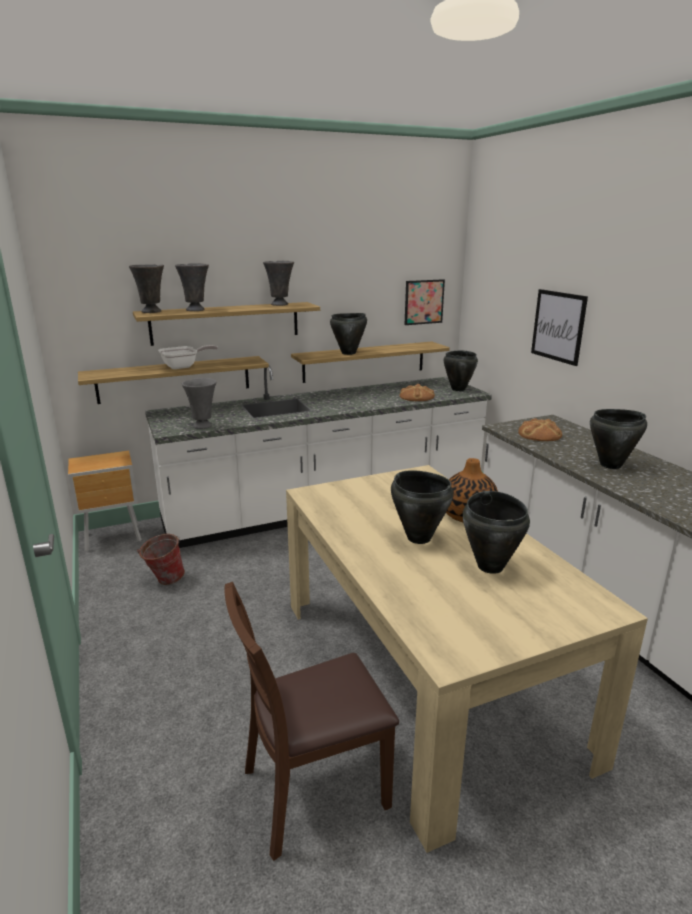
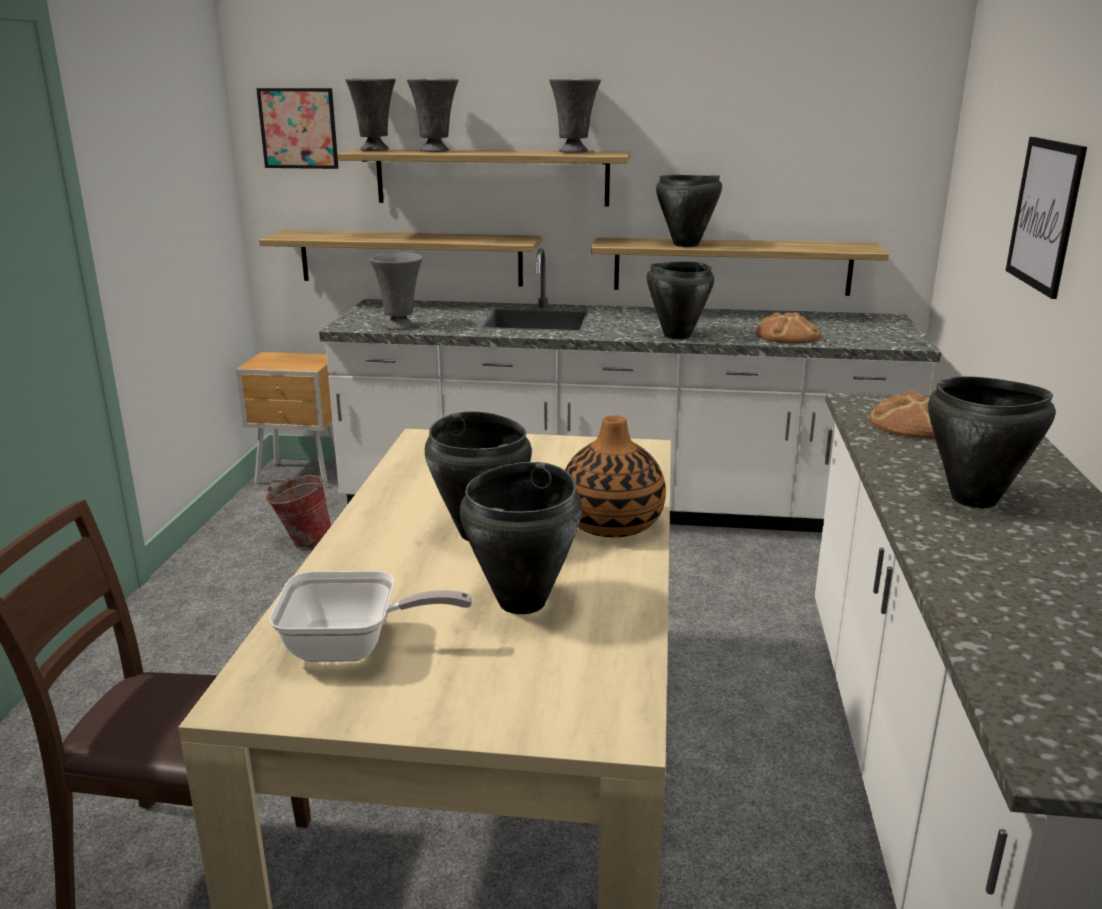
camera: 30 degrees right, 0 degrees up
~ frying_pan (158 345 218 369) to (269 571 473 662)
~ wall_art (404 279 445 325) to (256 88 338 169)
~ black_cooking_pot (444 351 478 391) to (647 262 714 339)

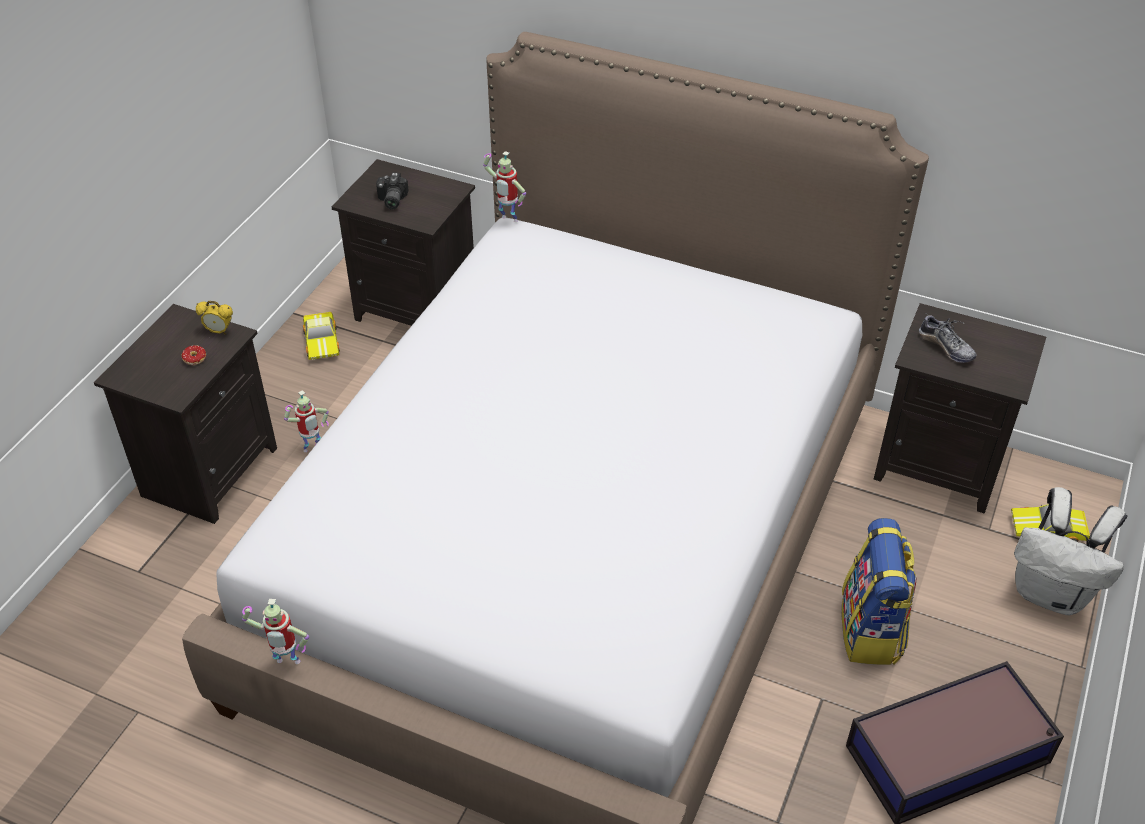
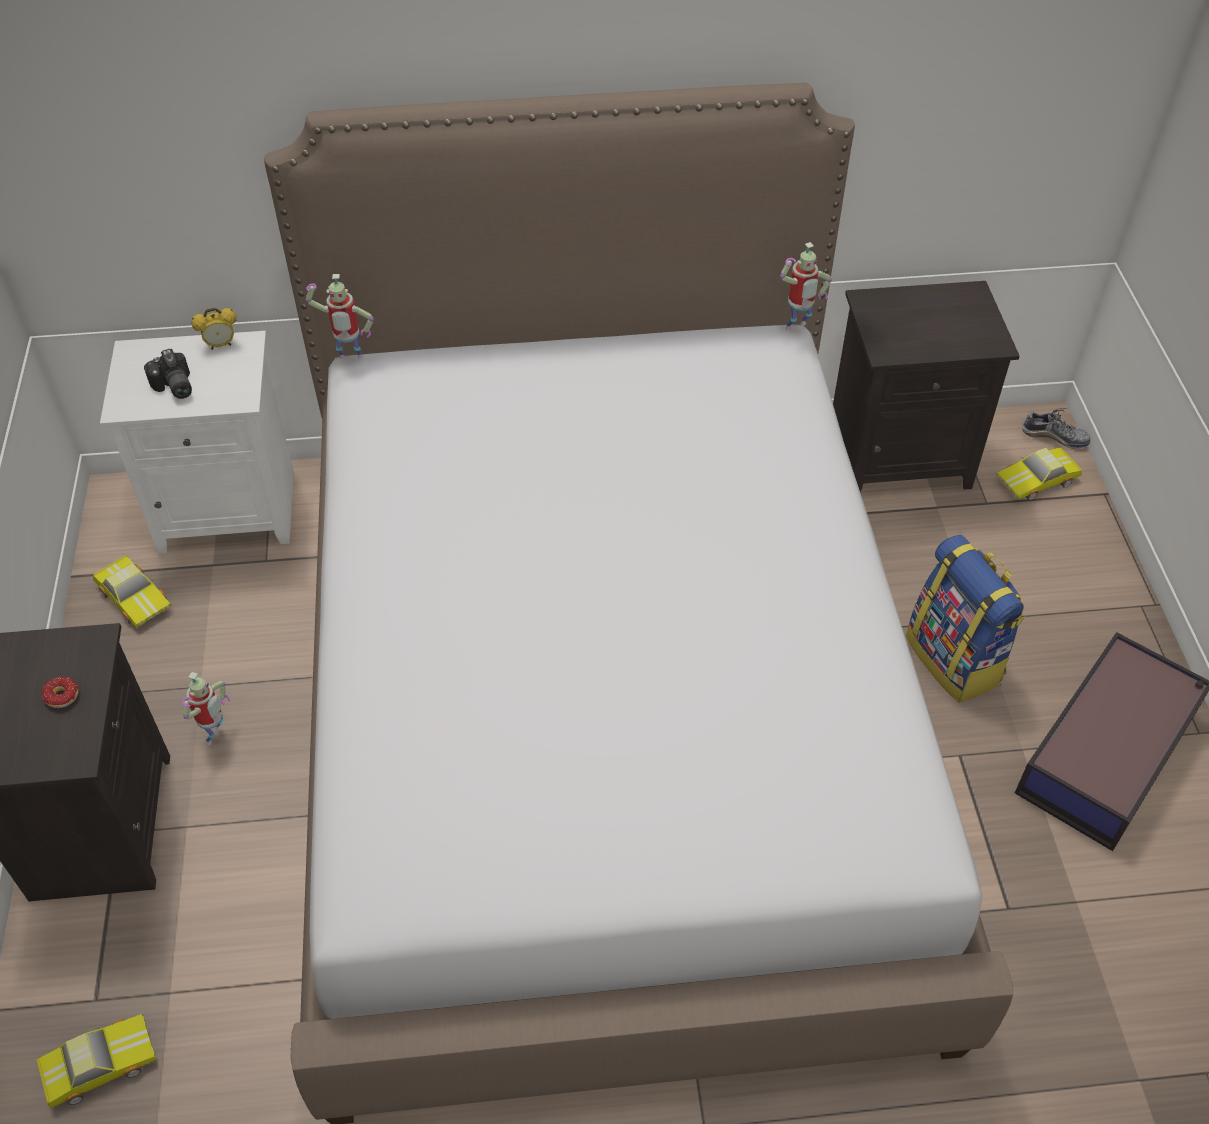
camera: 30 degrees left, 5 degrees up
- white-coloured_backpack (1014 487 1128 615)
+ miniature_car (37 1014 156 1108)
~ bedside_clock (196 301 233 335) to (191 308 237 350)
~ robot_figure (242 599 309 664) to (780 242 832 330)
~ item_of_footwear (919 314 976 363) to (1022 408 1090 449)
~ black_night_table (332 159 475 326) to white-coloured_night_table (100 331 294 554)

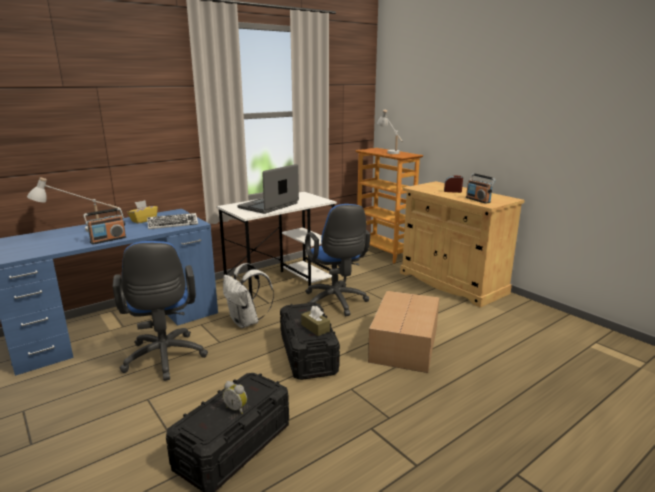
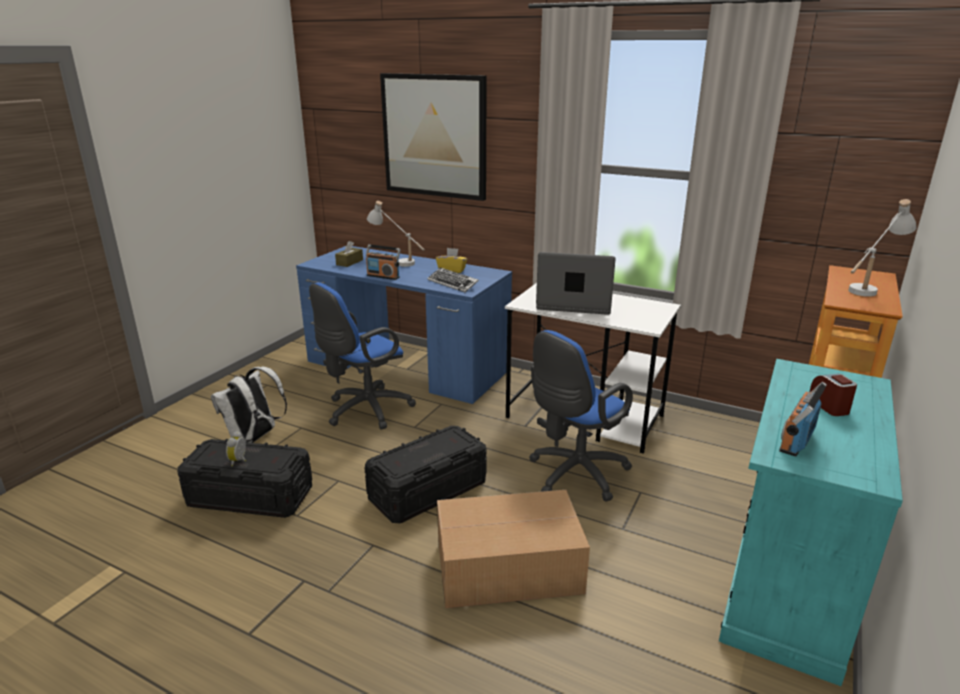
camera: 65 degrees right, 5 degrees up
+ wall_art (380 73 487 201)
~ white-coloured_backpack (223 263 274 328) to (211 367 287 443)
~ brown-coloured_tissue_box (301 306 330 336) to (335 241 363 267)
~ beige_cupboard (400 181 525 307) to blue-green_cupboard (719 359 903 686)

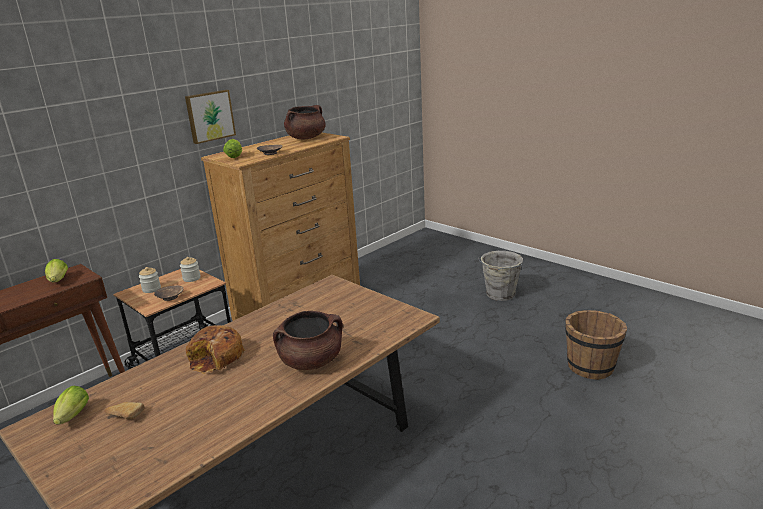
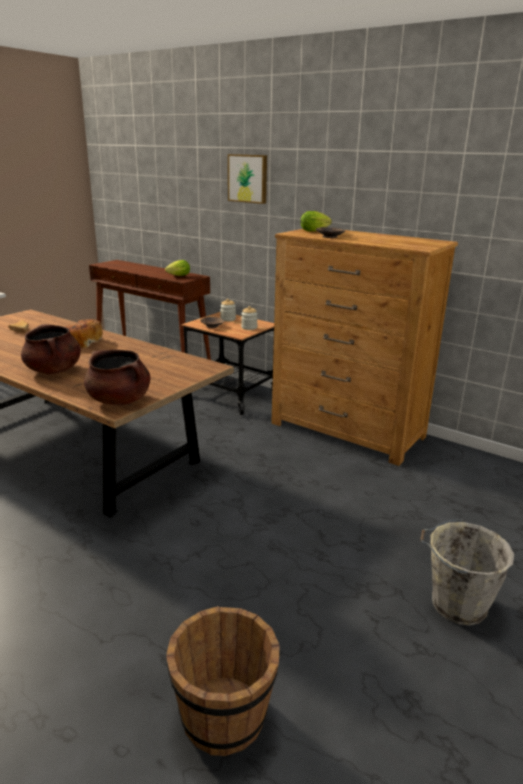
camera: 80 degrees right, 0 degrees up
- lettuce (53 386 89 424)
~ wall_art (185 90 236 144) to (228 154 267 204)
~ brown-coloured_cooking_pot (284 105 325 139) to (84 350 150 405)

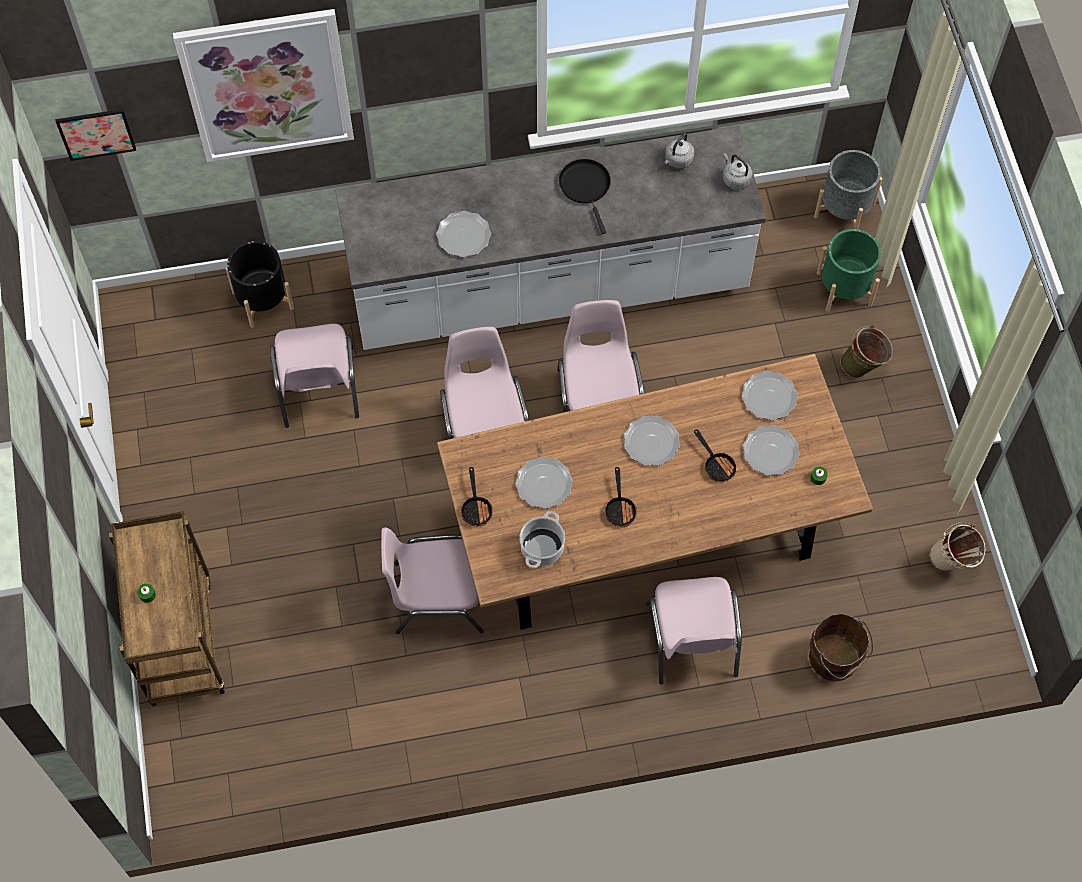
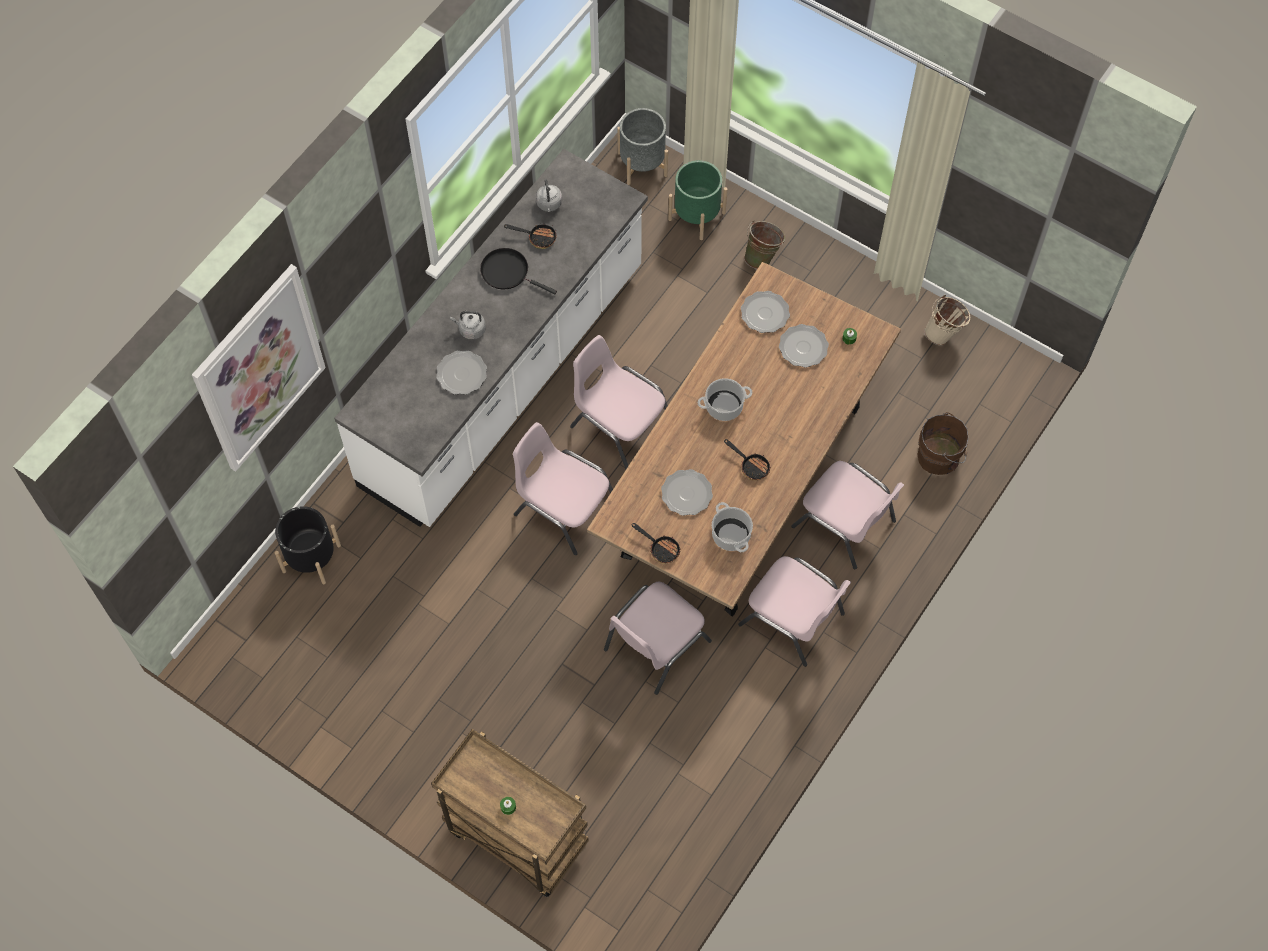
camera: 45 degrees left, 0 degrees up
- wall_art (55 109 136 161)
~ pink_plain_chair (270 324 359 428) to (738 556 851 667)
~ frying_pan (694 429 736 482) to (504 223 557 249)
~ gray_water_kettle (723 153 752 190) to (450 311 486 340)
~ flat_dish (624 416 680 466) to cooking_pot (698 378 752 421)

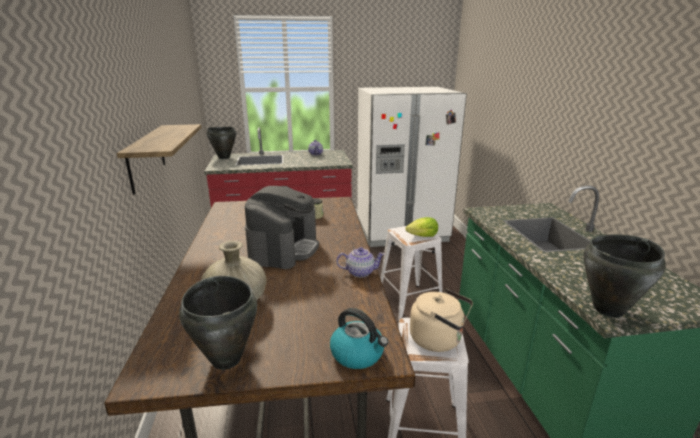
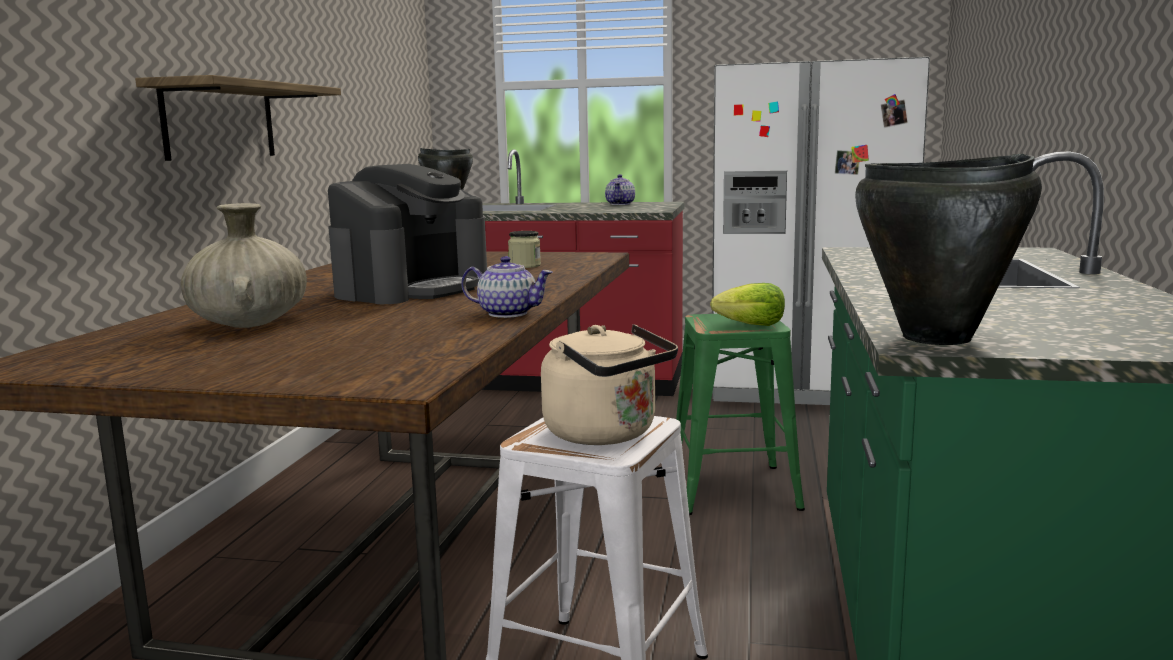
camera: 20 degrees right, 10 degrees down
- black_cooking_pot (179 276 257 370)
- water_kettle (330 308 388 369)
~ white-coloured_sitting_stool (380 226 443 322) to green_sitting_stool (676 314 805 515)

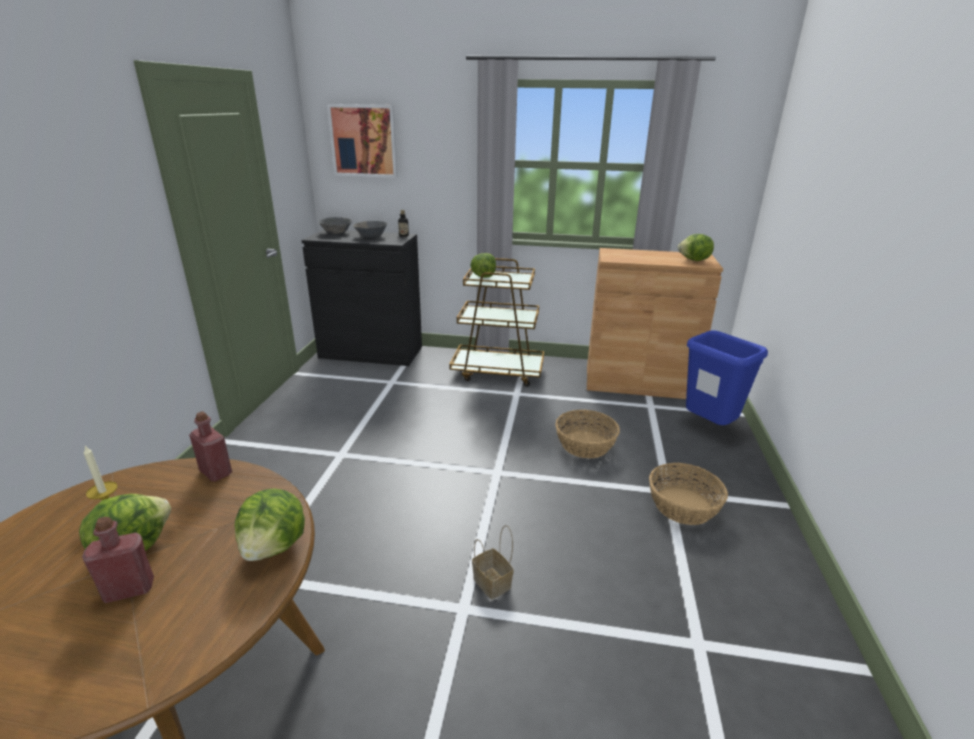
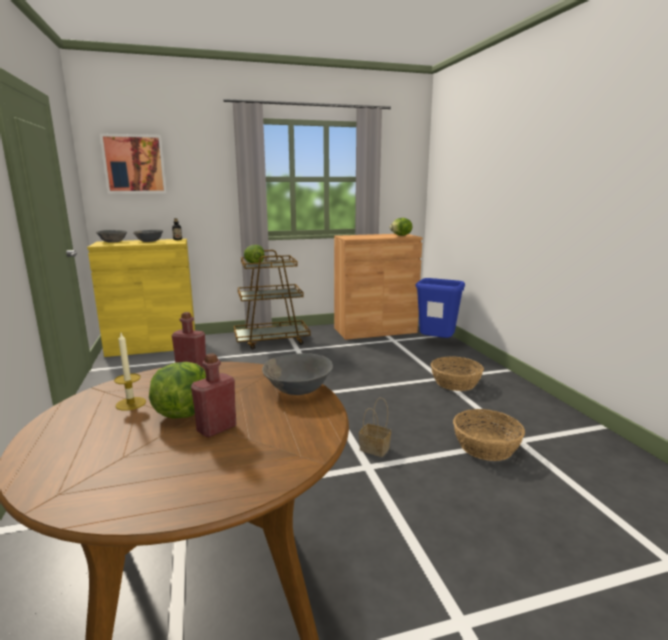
camera: 25 degrees left, 10 degrees down
~ household_basket (556 410 620 458) to (453 409 525 461)
~ lettuce (235 488 305 561) to gray_bowl (262 353 333 395)
~ black_cupboard (302 230 422 366) to yellowish_cupboard (87 239 195 357)

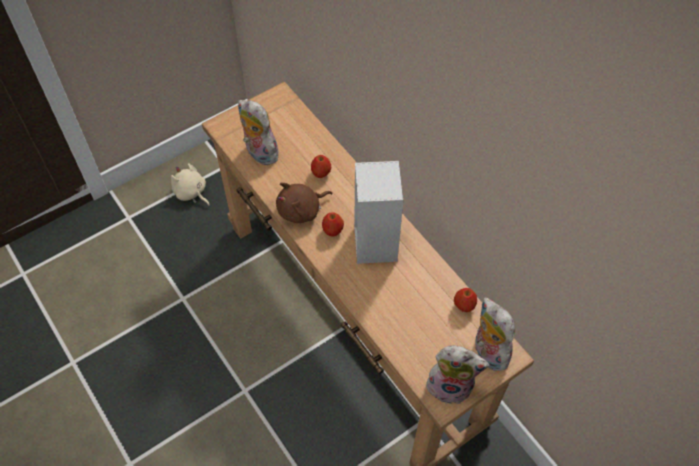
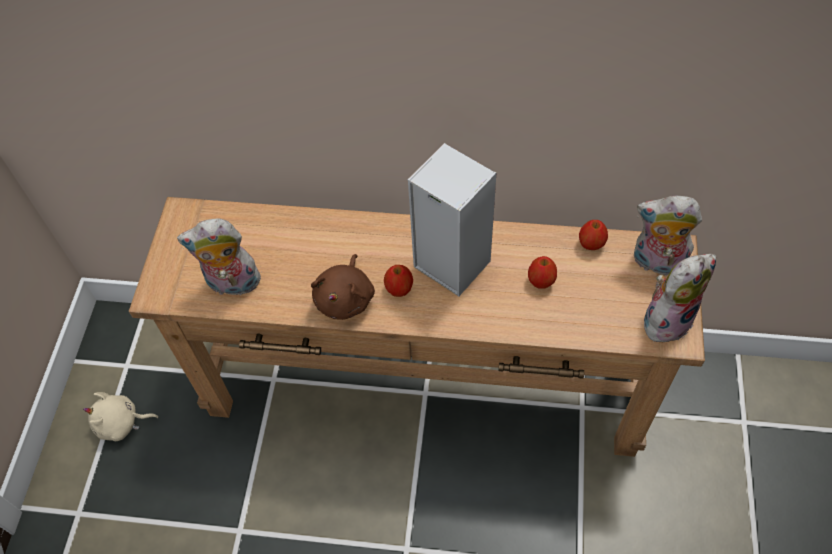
camera: 45 degrees left, 0 degrees up
~ apple_fruit (311 155 331 178) to (528 256 557 288)

